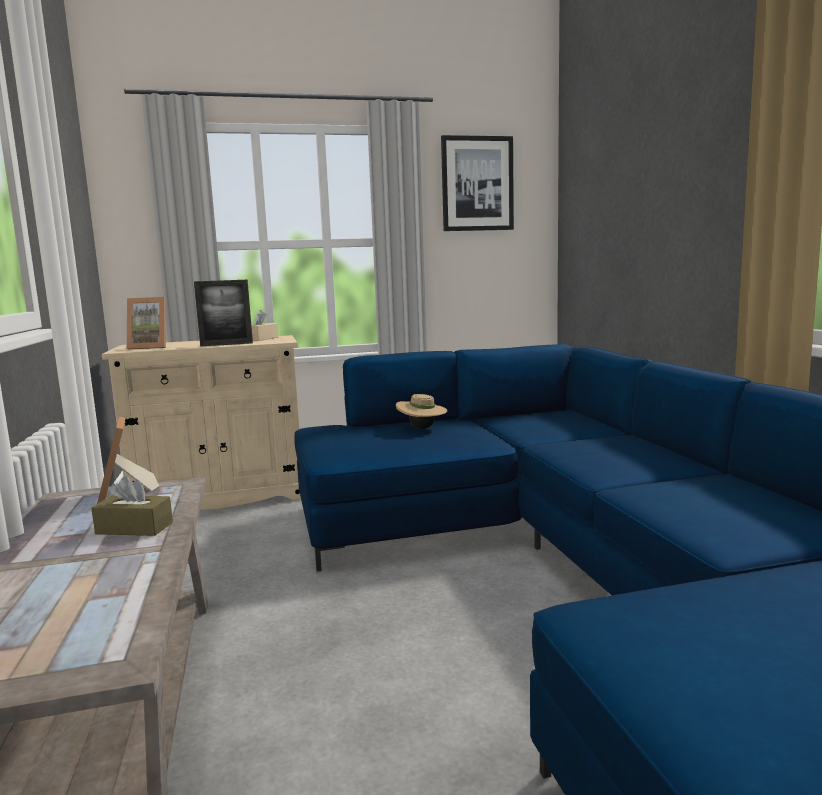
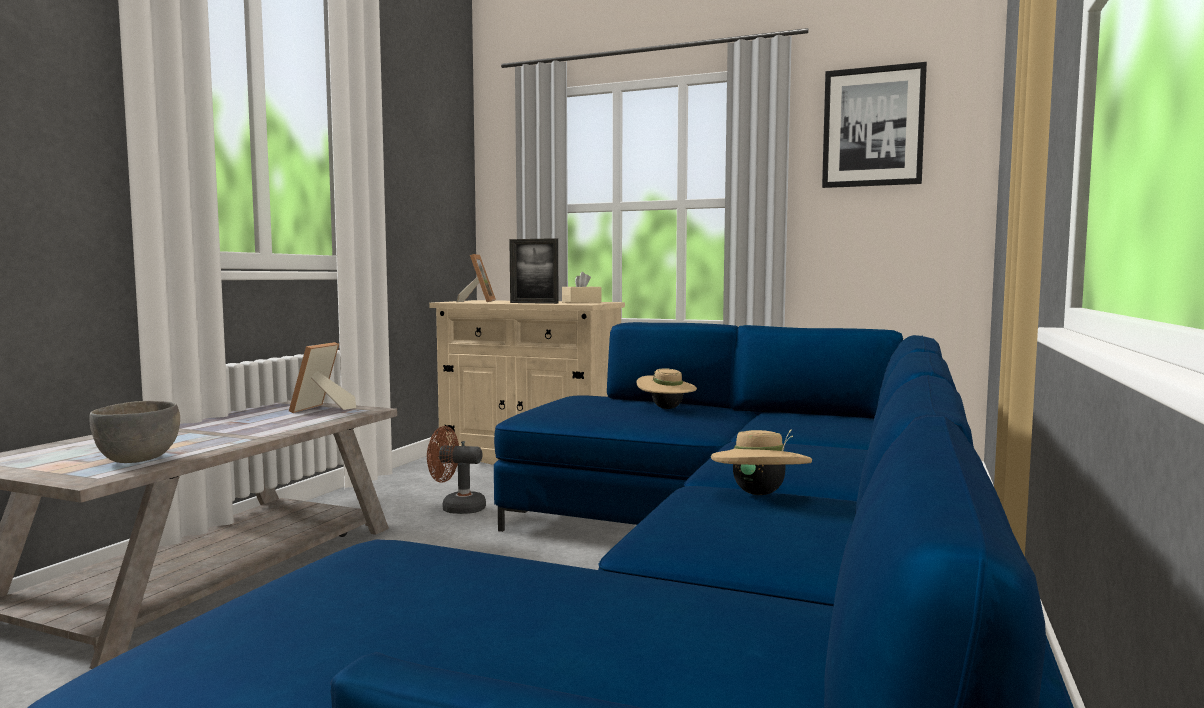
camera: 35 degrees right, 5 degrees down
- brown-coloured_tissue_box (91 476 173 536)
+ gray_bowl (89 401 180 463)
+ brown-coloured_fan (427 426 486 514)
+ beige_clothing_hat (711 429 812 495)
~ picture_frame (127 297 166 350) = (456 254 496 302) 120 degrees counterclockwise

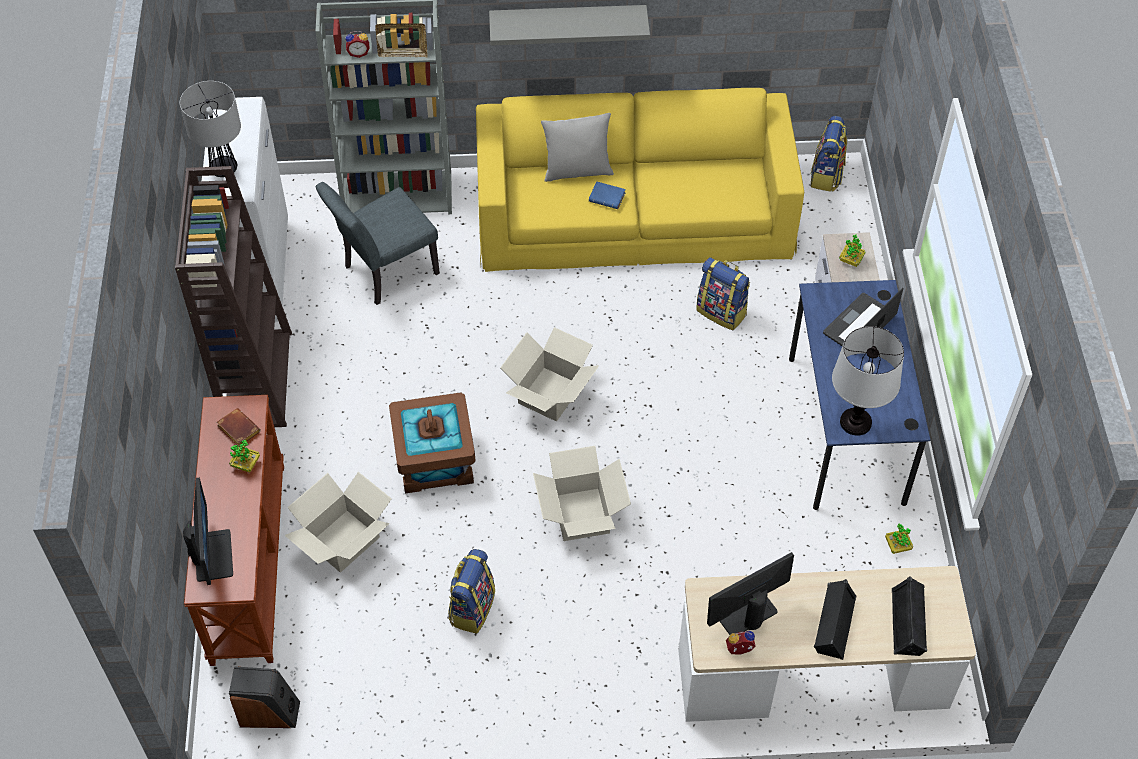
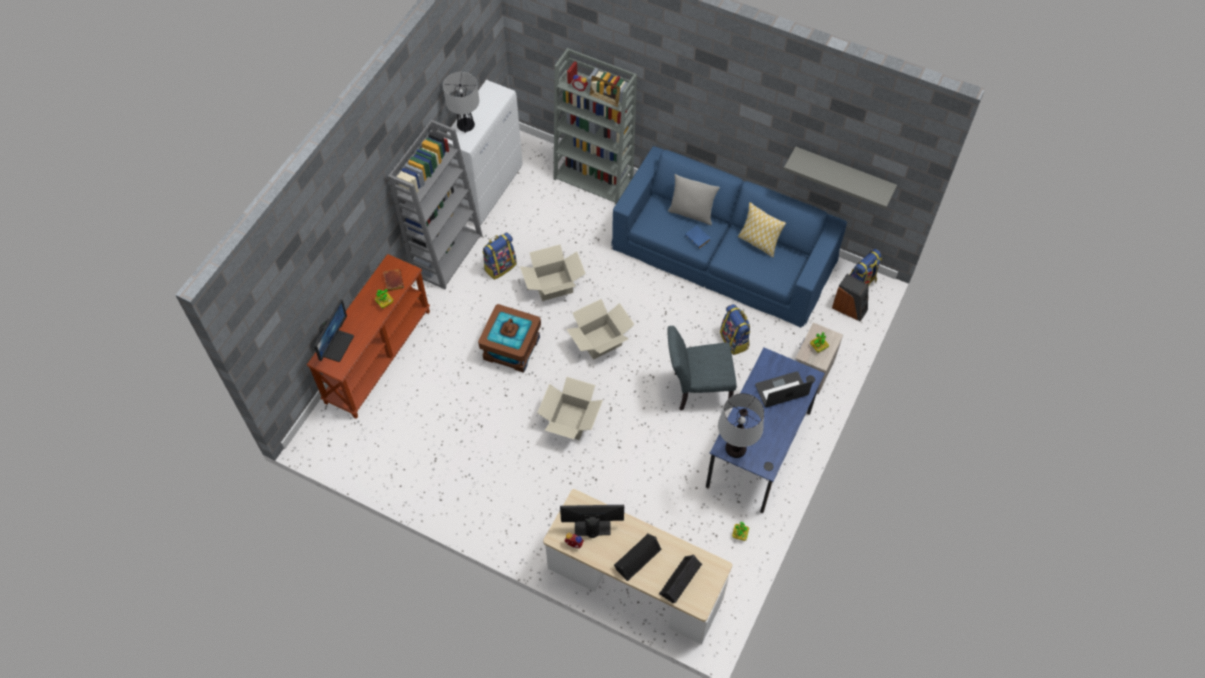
camera: 30 degrees right, 5 degrees up
+ pillow (738 202 786 258)
~ audio_speaker (229 666 300 728) to (832 274 869 321)
~ carton (285 472 392 573) to (520 244 586 301)
~ gray_plain_chair (316 182 440 305) to (668 326 737 410)
~ backpack (448 549 495 634) to (482 233 517 280)
~ gray_bracket_shelf (489 5 650 46) to (784 147 897 209)
~ brown-coloured_bookcase (175 166 292 427) to gray_bookcase (388 119 483 289)
~ yellowish_couch (476 88 804 272) to bluish_couch (611 146 847 328)

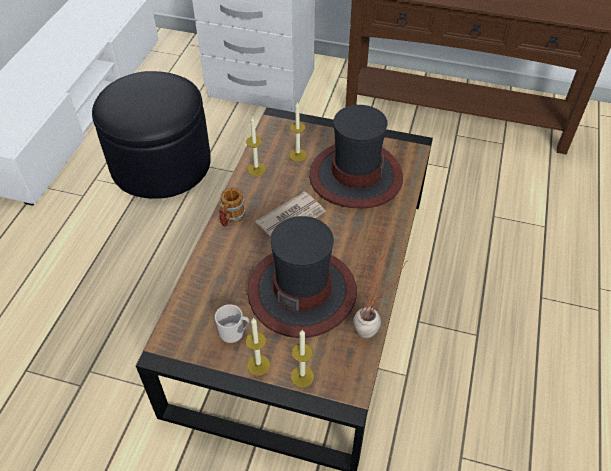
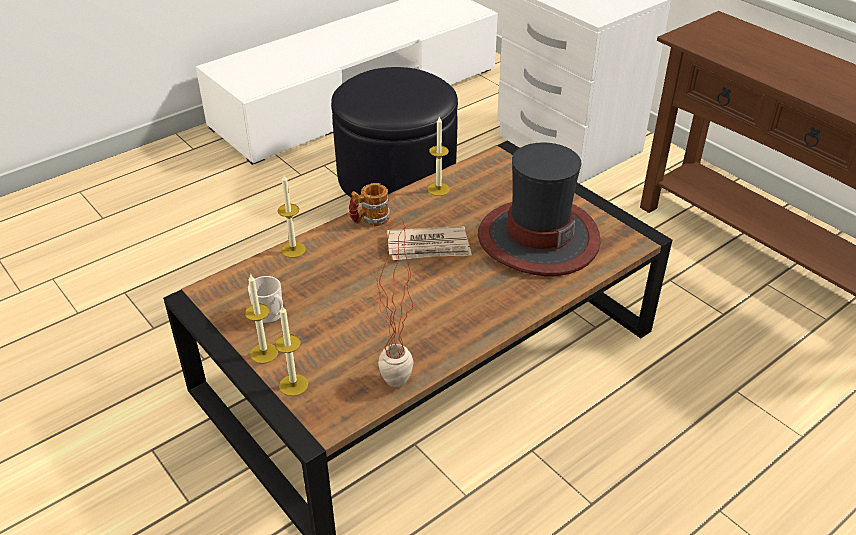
camera: 35 degrees right, 10 degrees down
- clothing_hat (248 216 357 338)
~ wax_light (289 102 307 161) to (278 175 306 258)

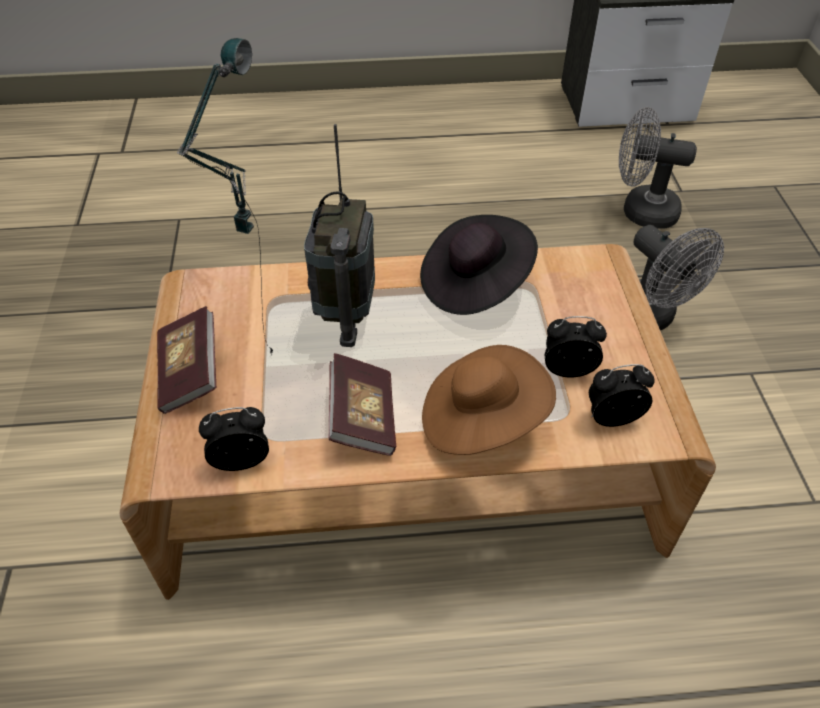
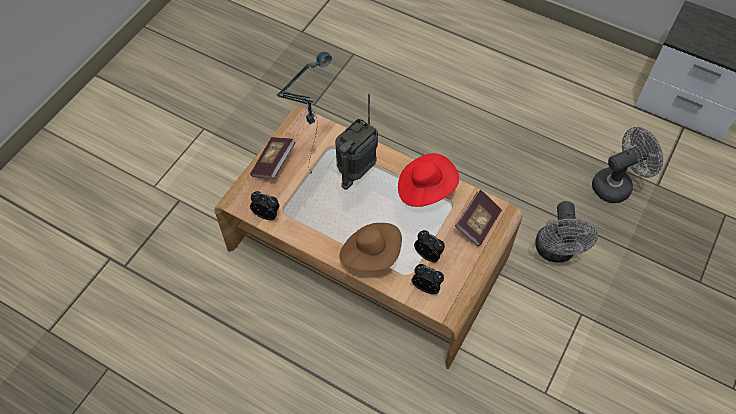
camera: 35 degrees right, 10 degrees up
~ bound_book (328 353 396 456) to (455 190 502 246)
~ black_clothing_hat (420 215 538 315) to red_clothing_hat (398 153 459 207)
~ gray_fan (619 107 697 229) = (592 127 663 203) 105 degrees clockwise

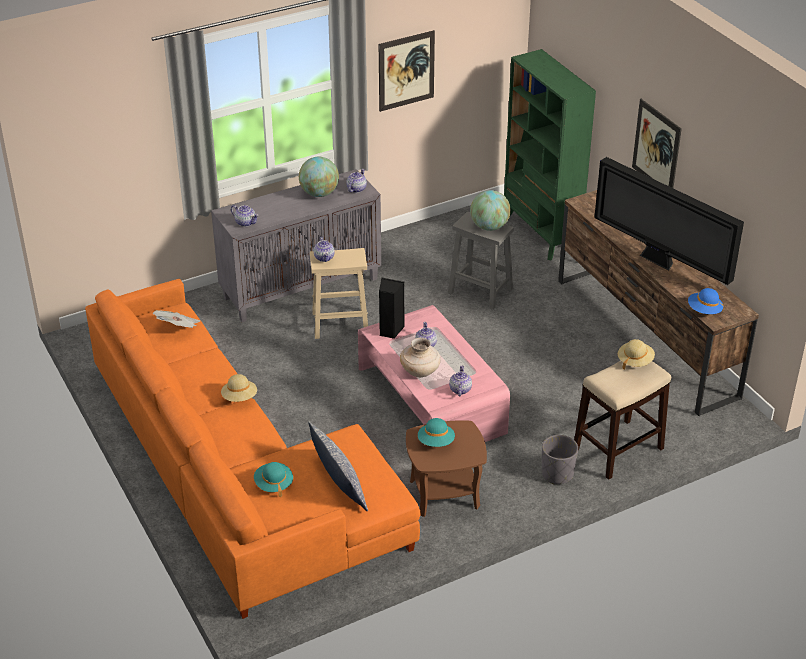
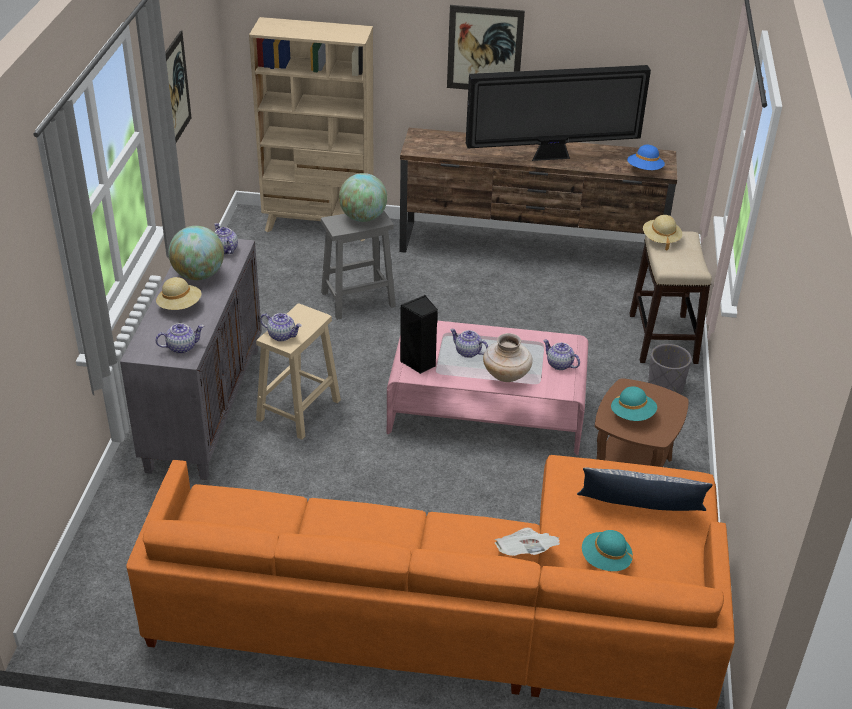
camera: 55 degrees left, 0 degrees up
~ daily_paper (153 310 200 328) to (495 527 560 556)
~ beige_clothing_hat (221 374 257 402) to (156 277 201 310)
~ green_bookcase (504 49 596 260) to beige_bookcase (249 17 373 241)

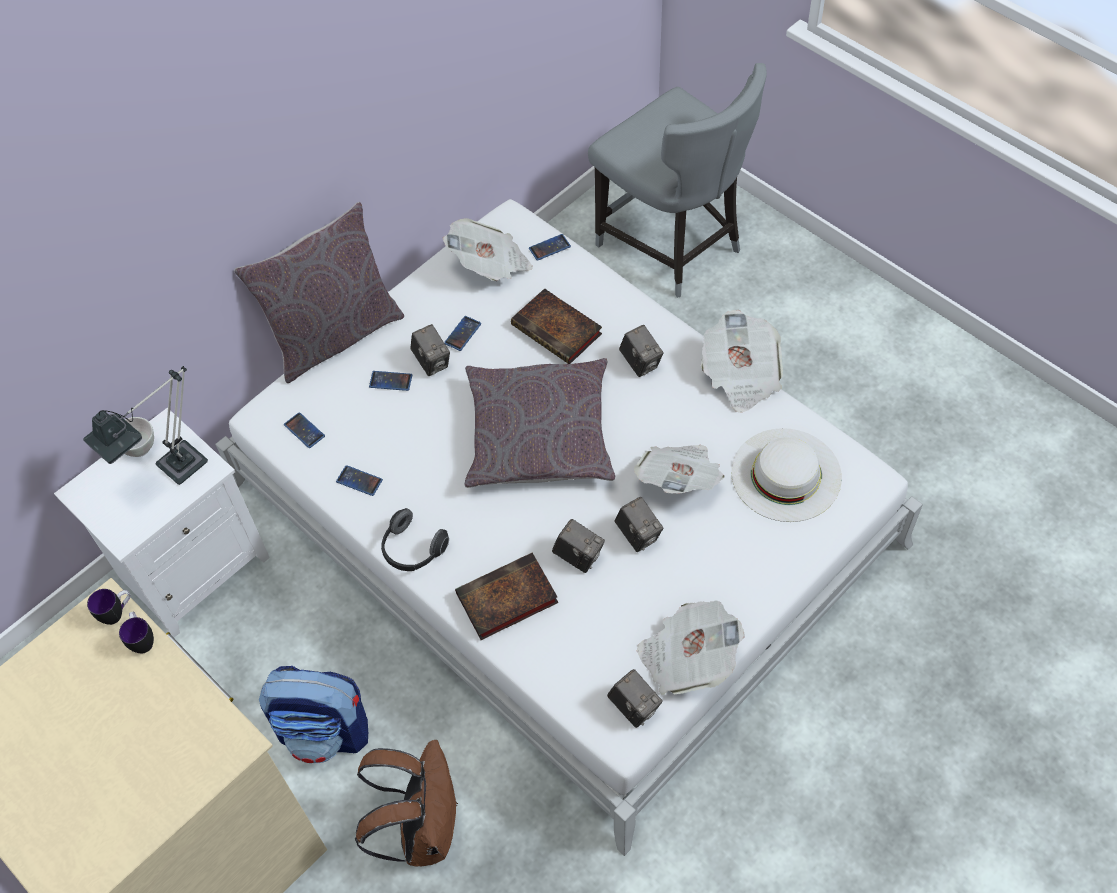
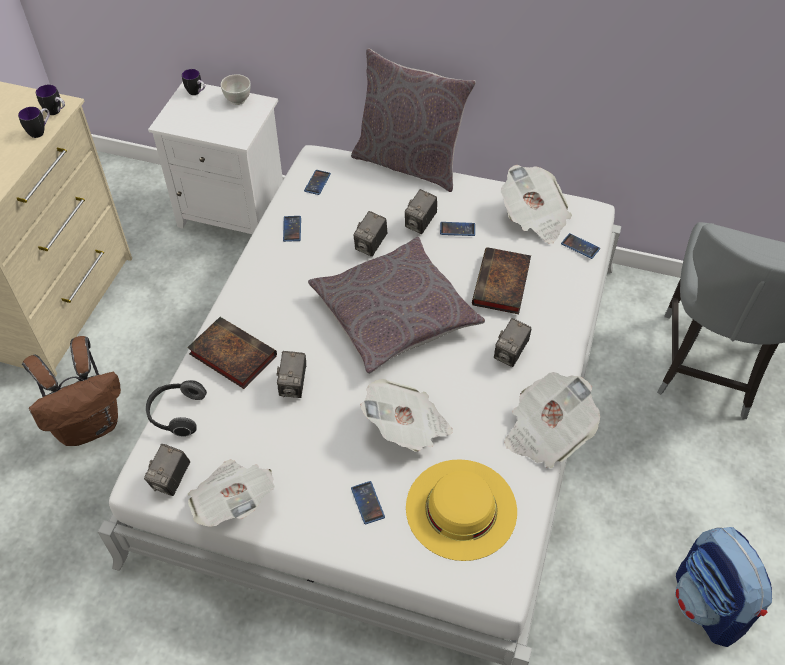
camera: 60 degrees right, 5 degrees down
- table_lamp (83 366 208 485)
+ mug (182 69 205 95)
~ backpack (259 666 368 763) to (675 527 772 647)
~ phone (369 371 412 391) to (351 481 385 524)
~ headset (381 508 449 571) to (146 380 207 437)
~ photo_camera (615 497 664 552) to (354 211 387 257)
~ white-coloured_clothing_hat (731 428 842 522) to yellowish_clothing_hat (406 459 517 561)

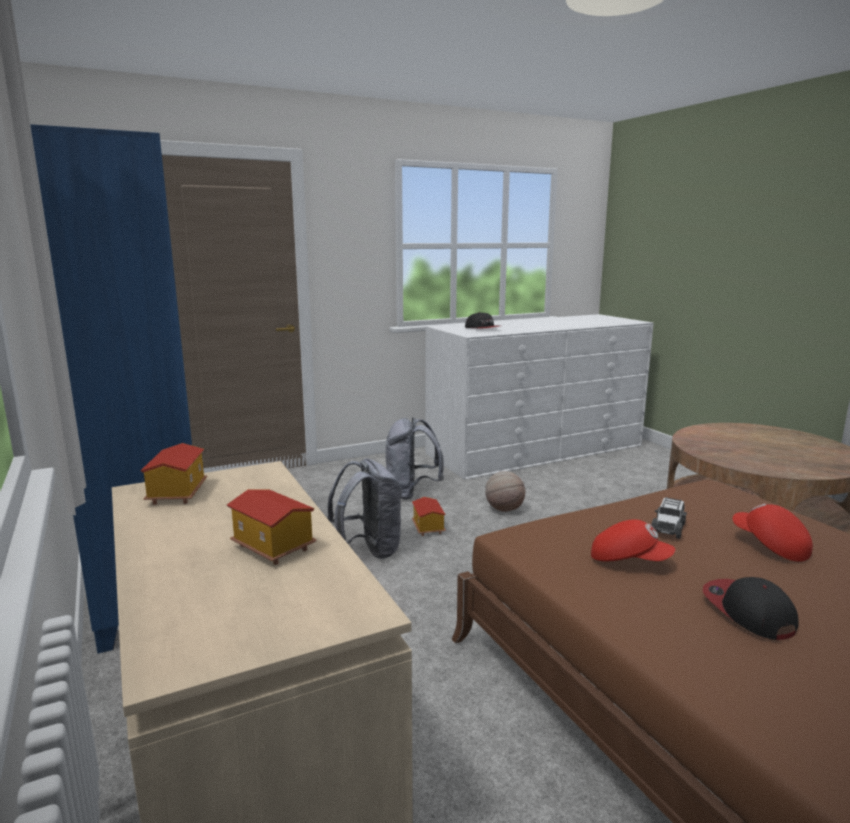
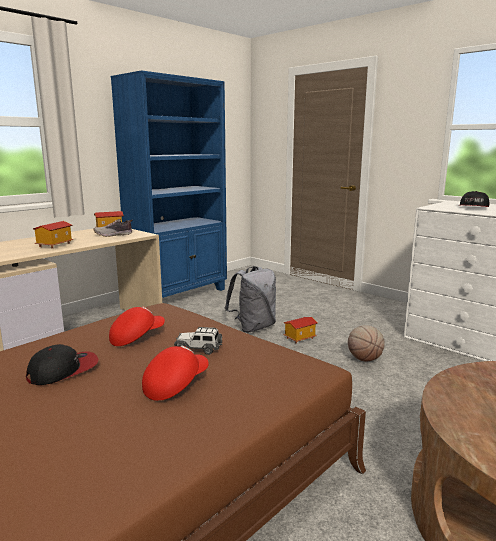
camera: 70 degrees right, 0 degrees up
- gray_backpack (385 417 444 500)
+ item_of_footwear (93 219 132 237)
~ red_baseball_cap (591 520 675 561) = (109 306 165 346) 135 degrees counterclockwise

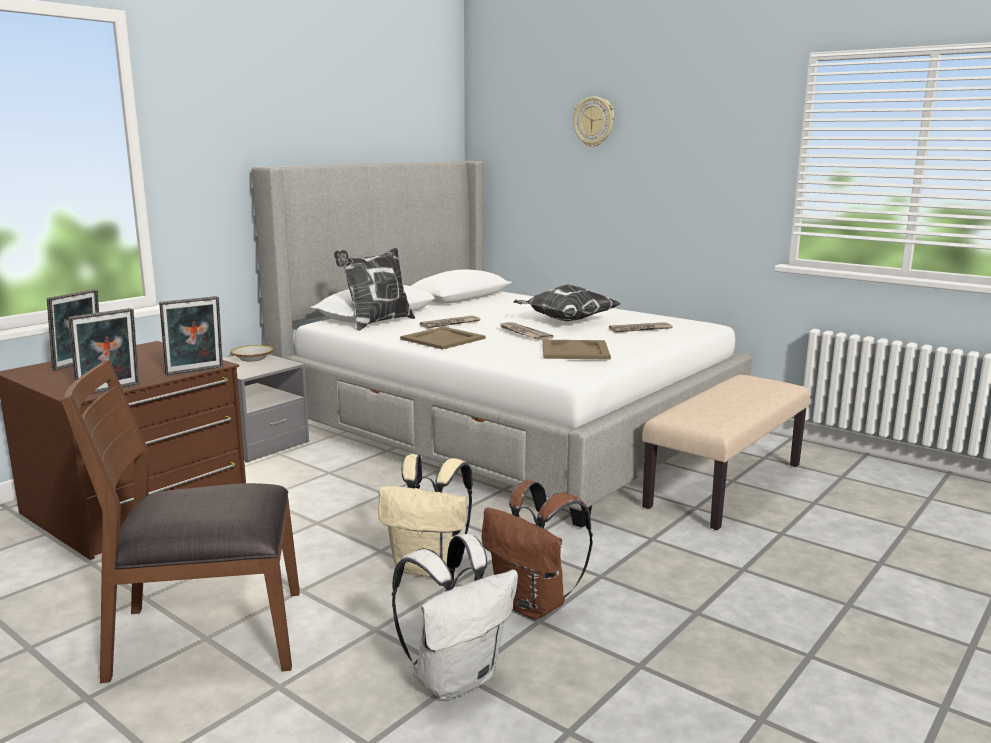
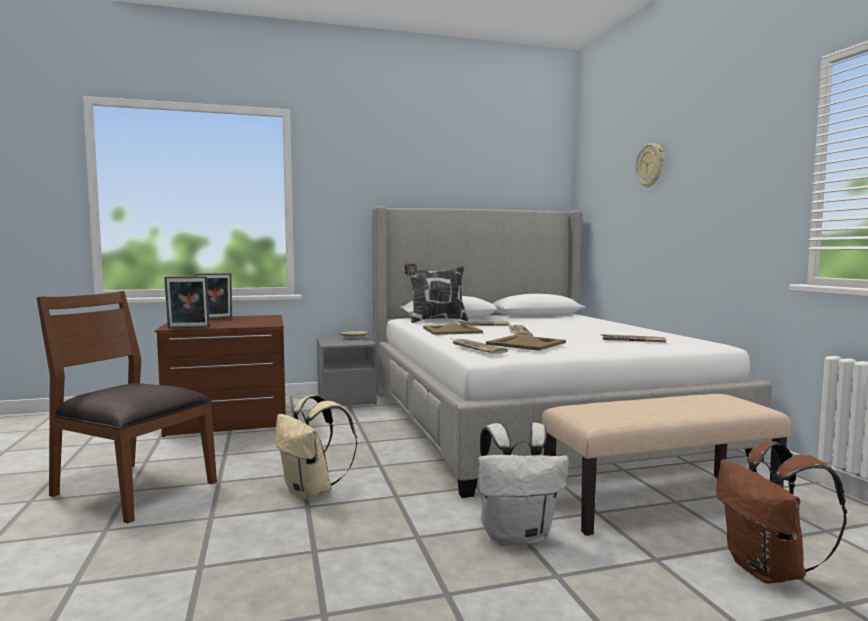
camera: 35 degrees right, 10 degrees down
- picture_frame (159 296 223 375)
- pillow (513 285 620 321)
+ daily_paper (453 339 508 354)
~ white-coloured_backpack (392 534 518 700) to (478 423 569 546)
~ brown-coloured_backpack (481 480 593 619) to (716 441 847 584)

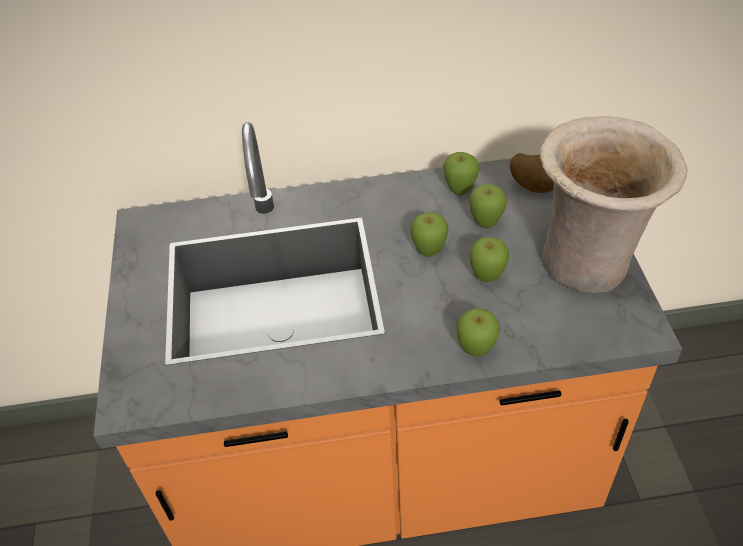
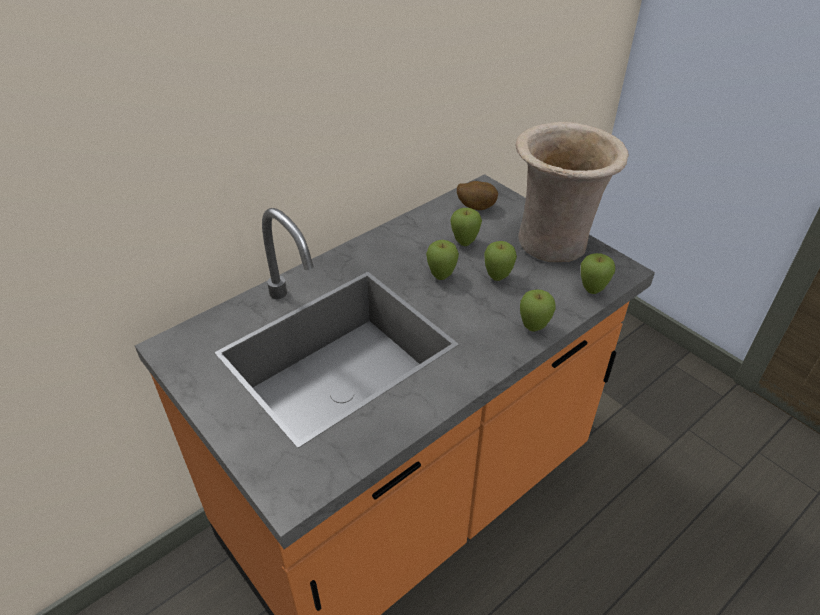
camera: 35 degrees left, 5 degrees down
~ apple_fruit (443 152 480 196) to (581 253 615 294)

